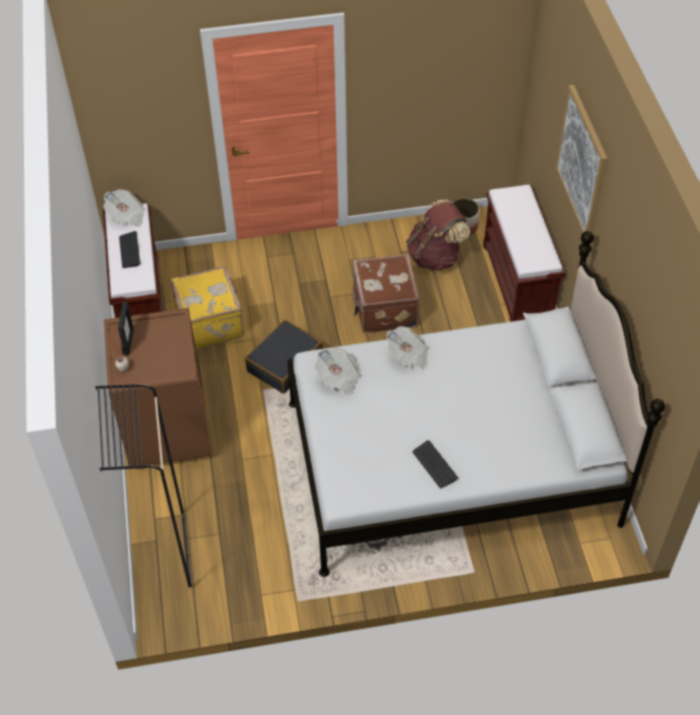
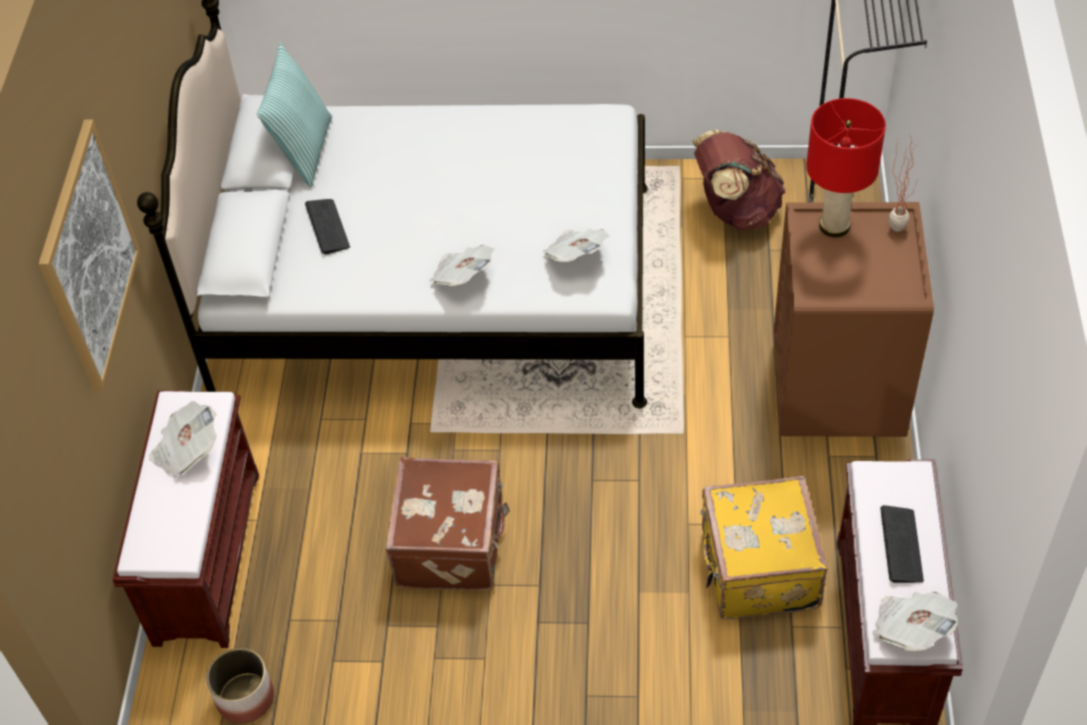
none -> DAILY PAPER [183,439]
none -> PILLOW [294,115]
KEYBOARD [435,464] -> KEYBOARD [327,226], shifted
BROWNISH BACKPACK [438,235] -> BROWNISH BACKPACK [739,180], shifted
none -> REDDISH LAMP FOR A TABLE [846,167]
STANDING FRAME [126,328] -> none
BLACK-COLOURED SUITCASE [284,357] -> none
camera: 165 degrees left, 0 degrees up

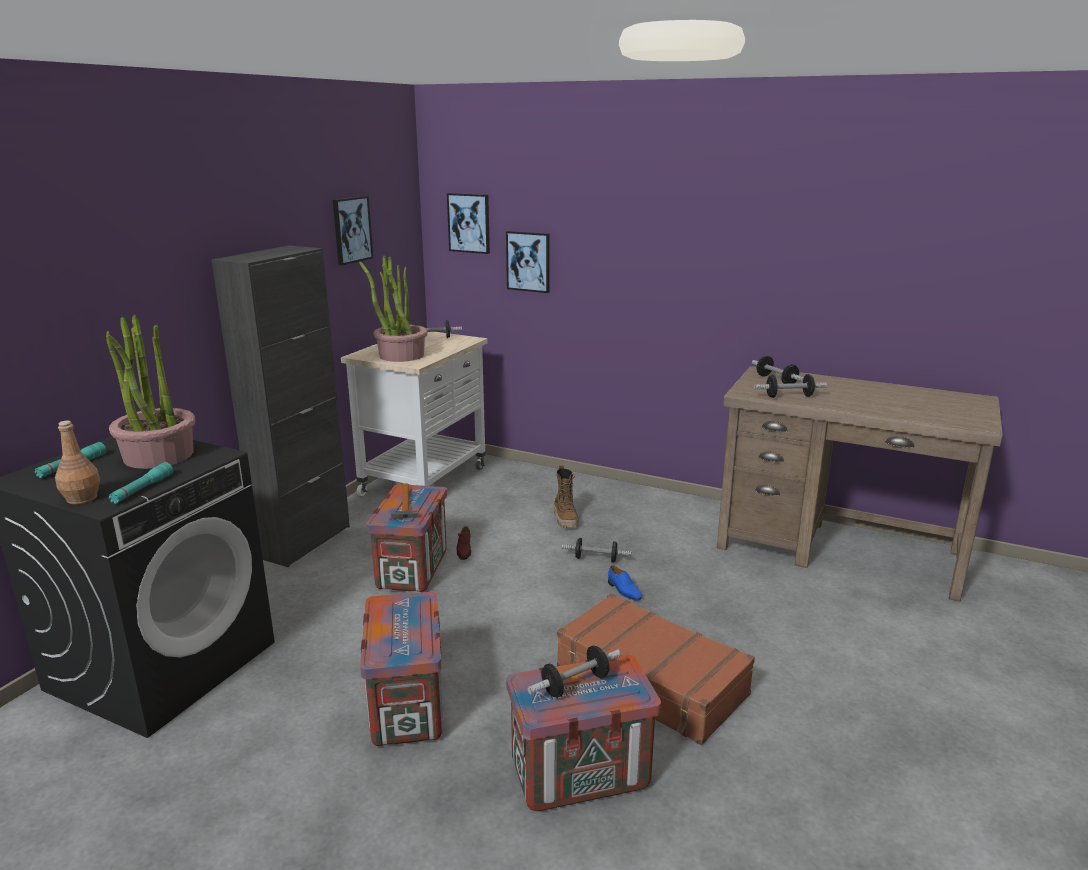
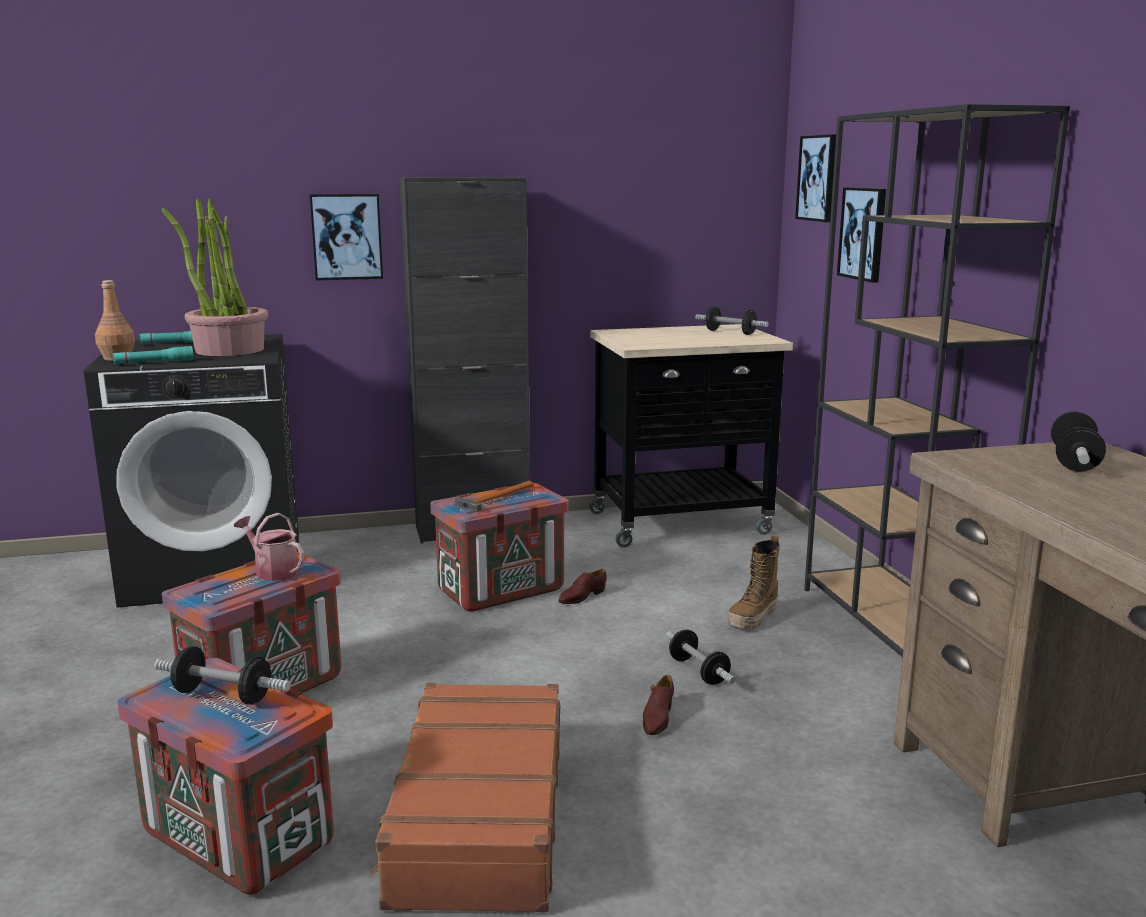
none -> WATERING POT [269,547]
WALL PICTURE [353,230] -> WALL PICTURE [346,237], shifted
WHITE CART [414,414] -> BLACK-COLOURED CART [691,436]
BLUE-COLOURED ITEM OF FOOTWEAR [625,583] -> BROWNISH ITEM OF FOOTWEAR [658,705]
none -> BOOKSHELF [937,381]
HOUSEPLANT [393,309] -> none
HAND WEIGHT [790,386] -> none
camera: 50 degrees right, 5 degrees down

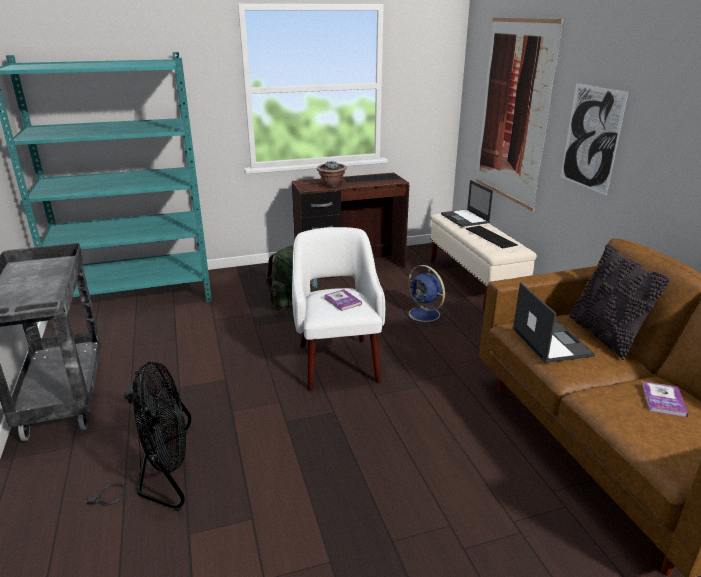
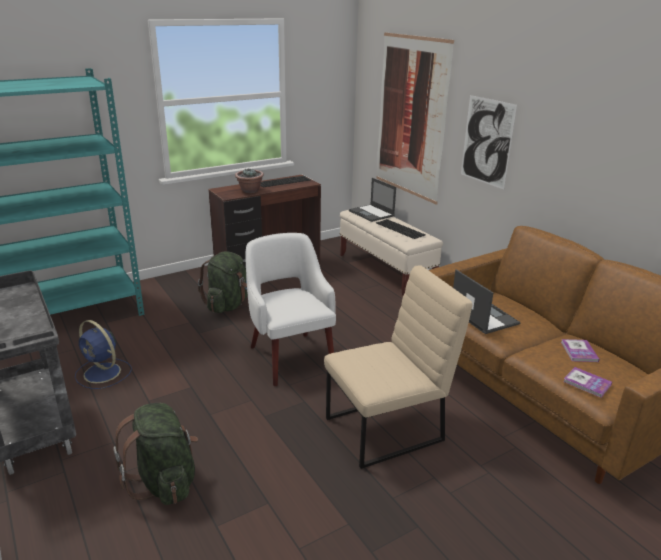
BLUE-COLOURED ELECTRIC FAN [425,295] -> BLUE-COLOURED ELECTRIC FAN [103,354], shifted
BLACK-COLOURED ELECTRIC FAN [138,436] -> GREEN BACKPACK [155,454]
none -> SAND-COLOURED UPRIGHT CHAIR [398,367]
BOUND BOOK [343,300] -> BOUND BOOK [587,382], shifted
BLACK-COLOURED PILLOW [620,302] -> none
camera: 15 degrees left, 0 degrees up

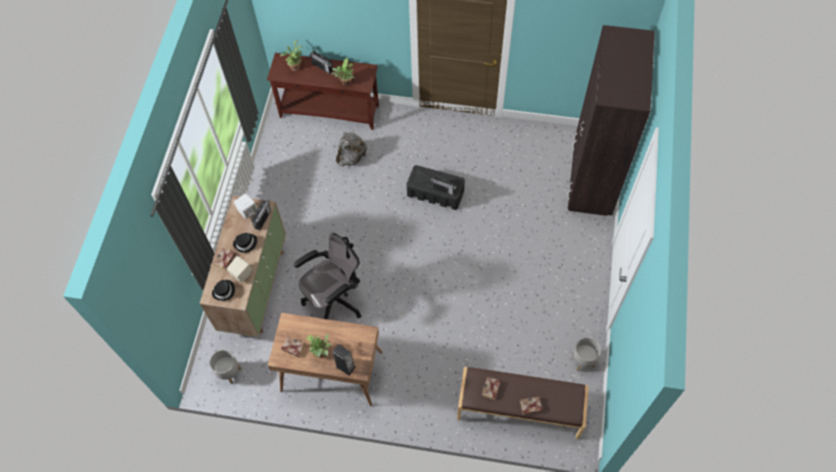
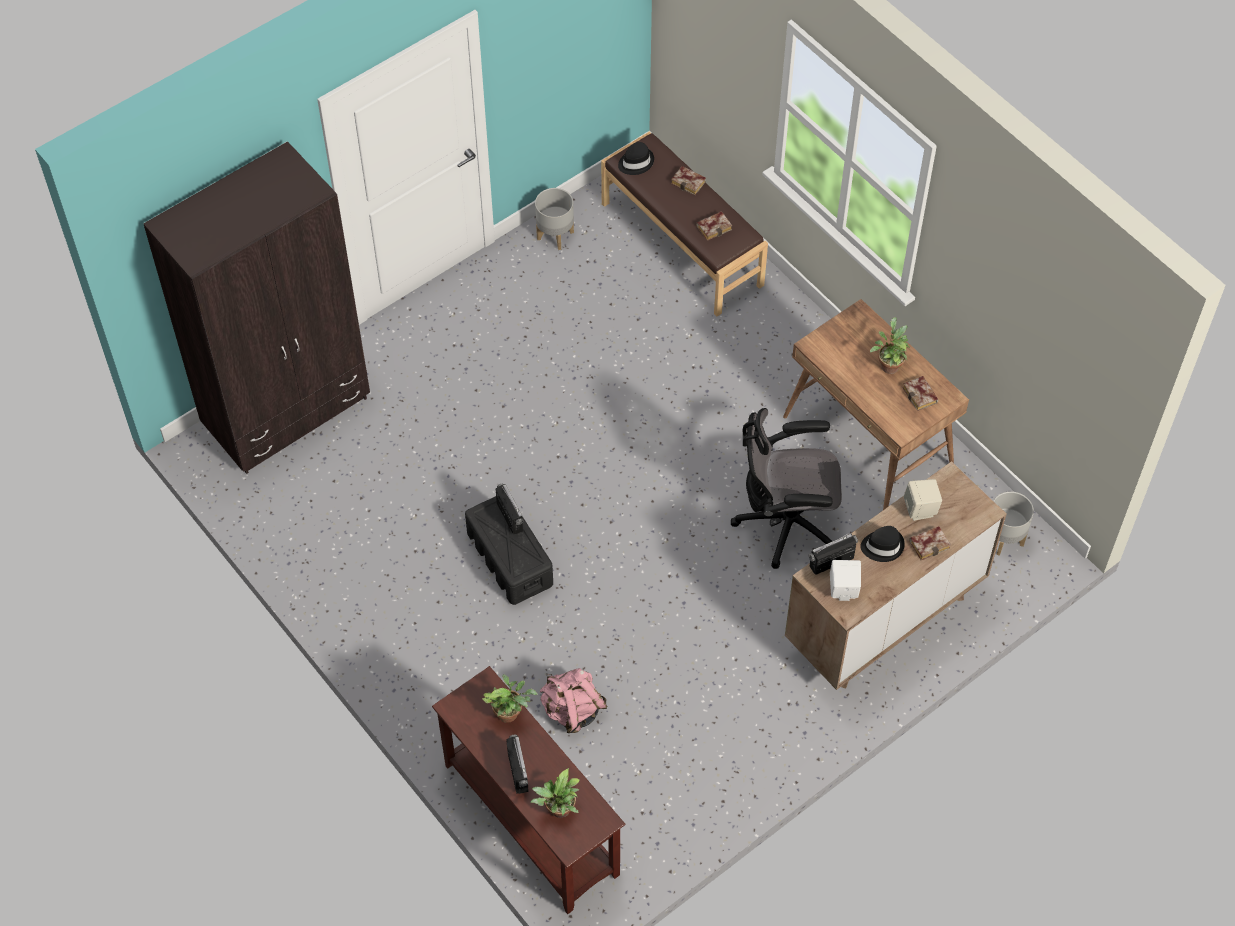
GRAY BACKPACK [351,149] -> PINK-COLOURED BACKPACK [574,700]
BLACK-COLOURED WEARABLE HAT [223,290] -> BLACK-COLOURED WEARABLE HAT [636,158], shifted
AUDIO SPEAKER [344,359] -> none
camera: 140 degrees left, 5 degrees down

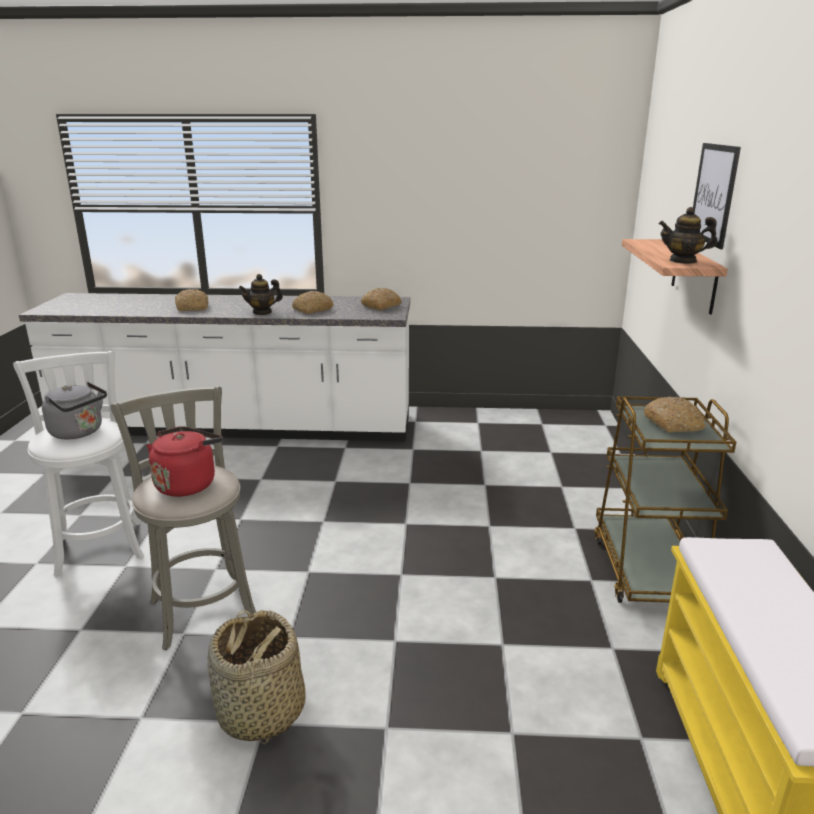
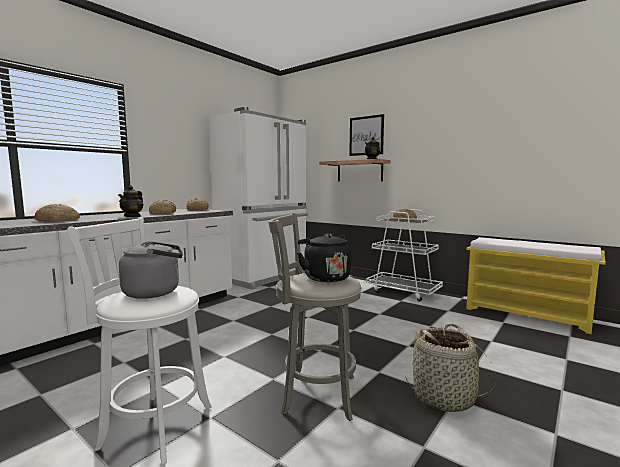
none -> WHITE FRIDGE [258,198]
REDDISH WATER KETTLE [185,461] -> BLACK-COLOURED WATER KETTLE [324,258]
BROWNISH CART [665,499] -> WHITE CART [404,255]
camera: 55 degrees left, 15 degrees down

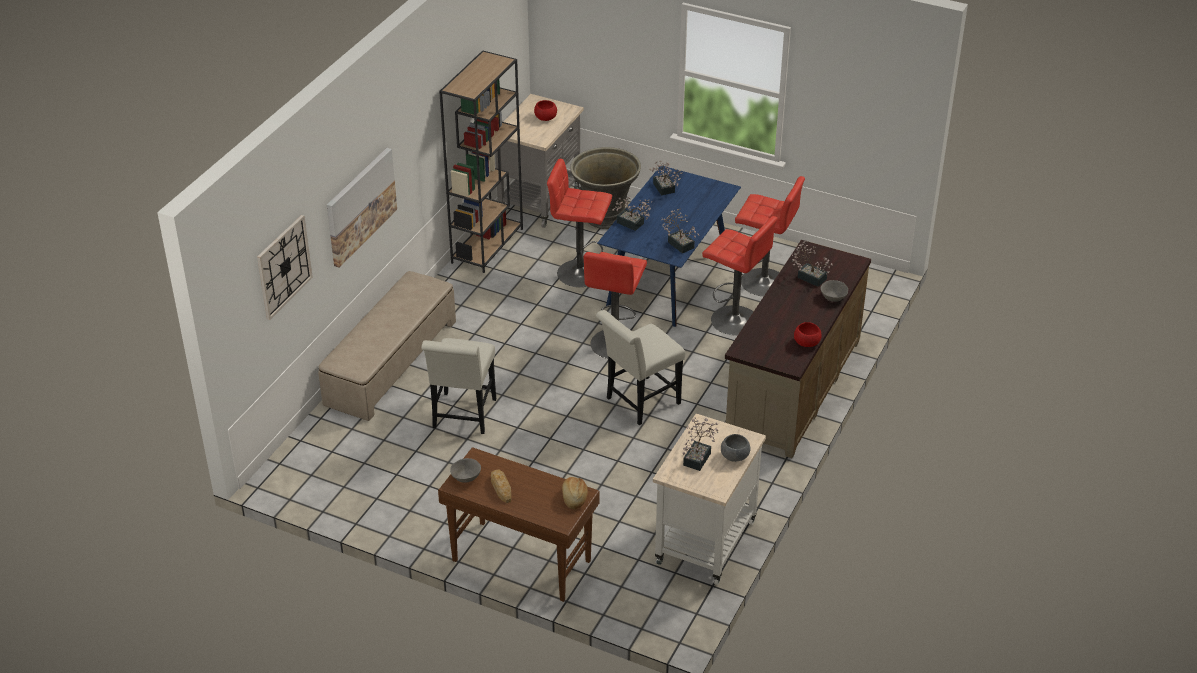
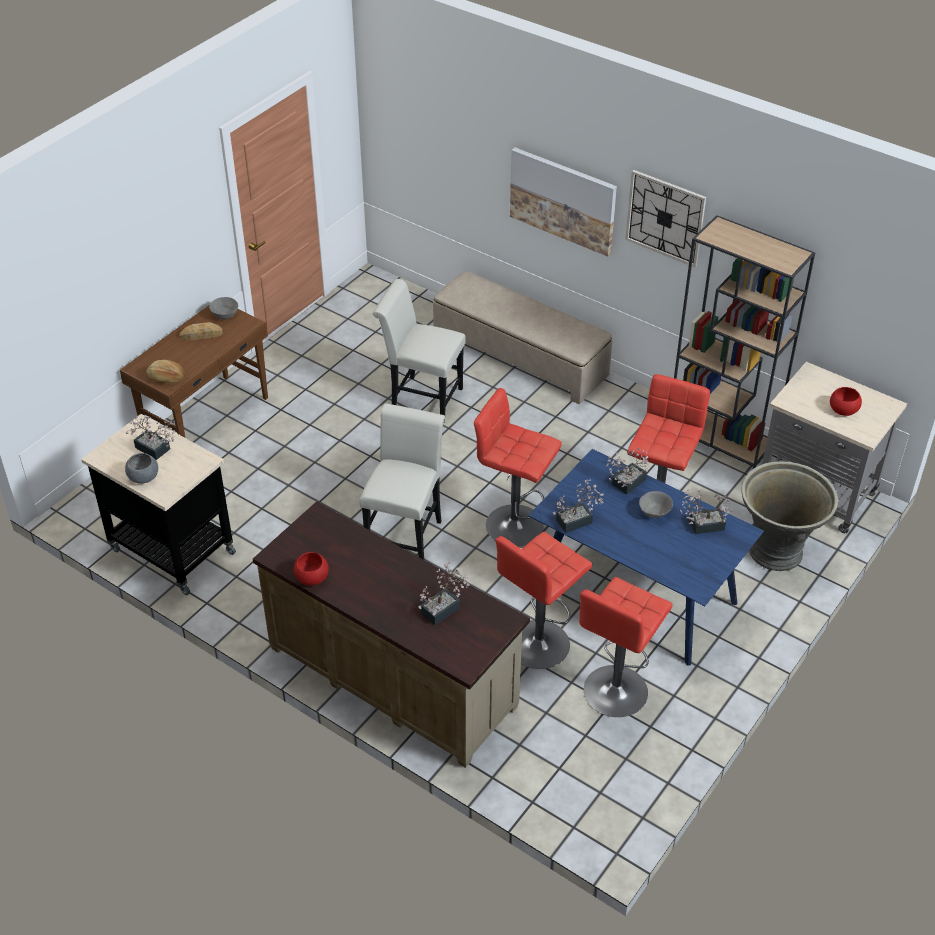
WHITE CART [709,499] -> BLACK-COLOURED CART [158,504]
WHITE UPRIGHT CHAIR [641,367] -> WHITE UPRIGHT CHAIR [402,481], 45 degrees clockwise
CLOCK ON THE WALL [285,267] -> CLOCK ON THE WALL [665,218], shifted
GRAY BOWL [834,291] -> GRAY BOWL [656,504], shifted
camera: 100 degrees right, 5 degrees up

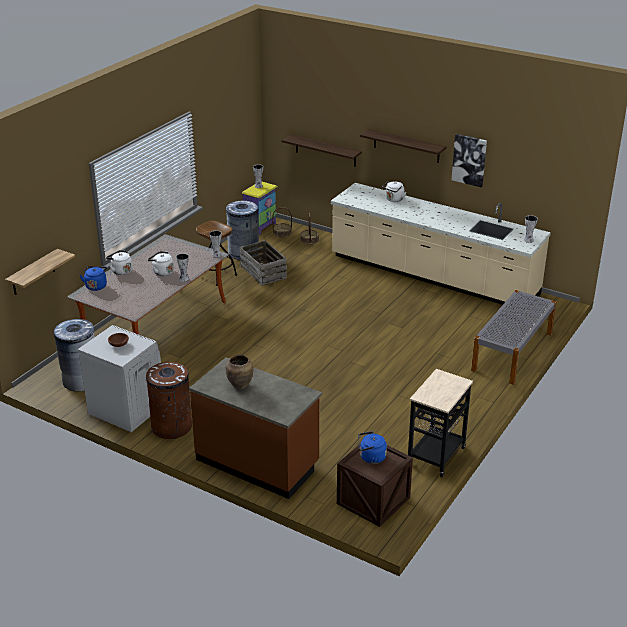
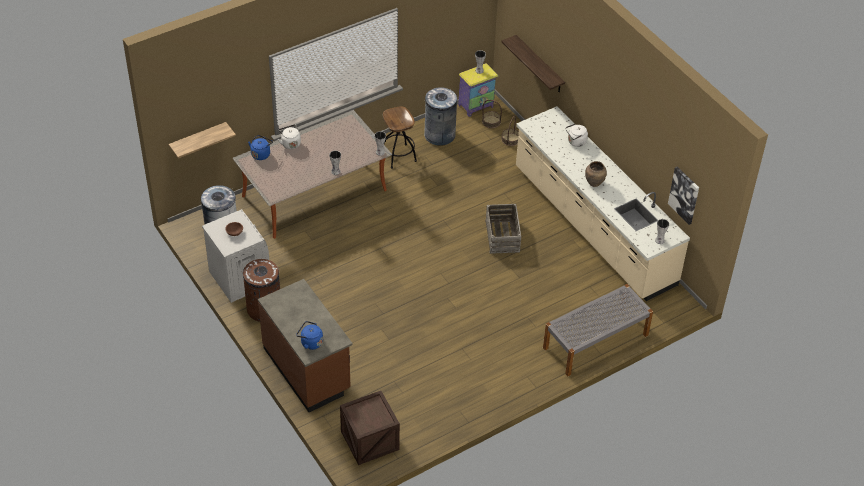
BLUE-COLOURED WATER KETTLE [372,447] -> BLUE-COLOURED WATER KETTLE [309,335], shifted
CRATE [263,263] -> CRATE [503,229], shifted
BROWNISH FLOWER VASE [239,372] -> BROWNISH FLOWER VASE [596,174], shifted
WALL PICTURE [469,160] -> WALL PICTURE [683,196], shifted
WHITE WATER KETTLE [161,263] -> none
SHELF [403,146] -> none
CART [440,423] -> none
camera: 25 degrees right, 15 degrees up

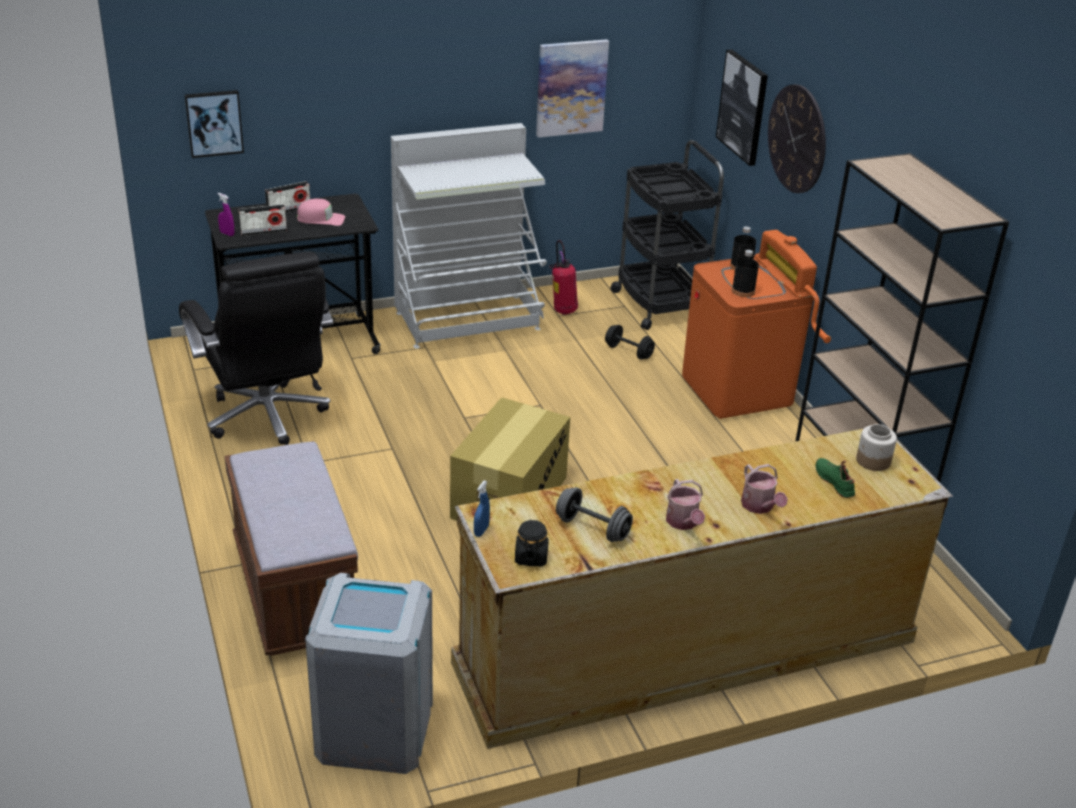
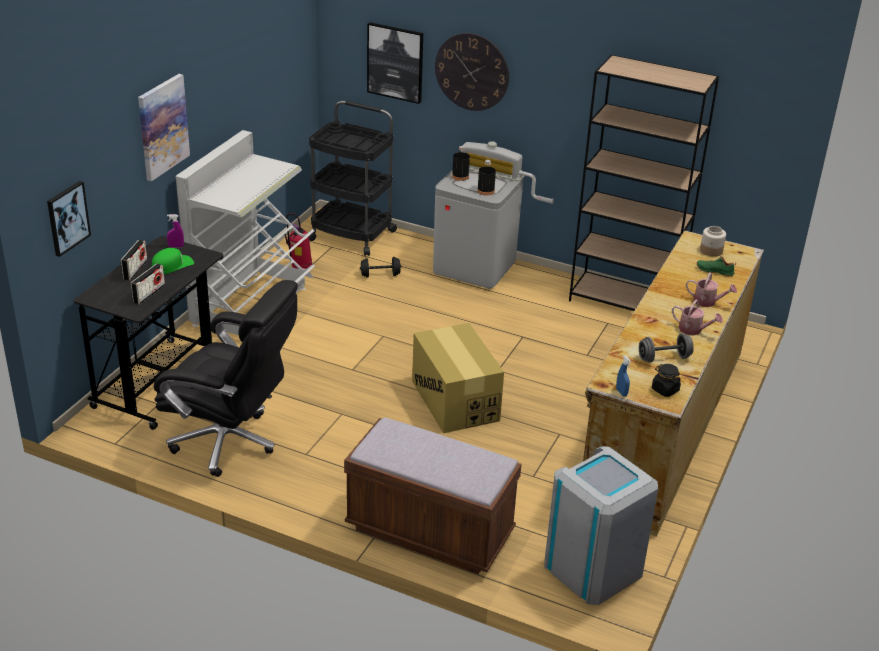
WALL PICTURE [572,88] -> WALL PICTURE [164,127], shifted
PINK-COLOURED CAP [321,212] -> GREEN CAP [173,261]
PURPLISH SPRAYER [226,214] -> PURPLISH SPRAYER [175,231], shifted
ORANGE-COLOURED LAUNDRY APPLIANCE [756,324] -> GRAY LAUNDRY APPLIANCE [493,215]
camera: 45 degrees left, 0 degrees up

